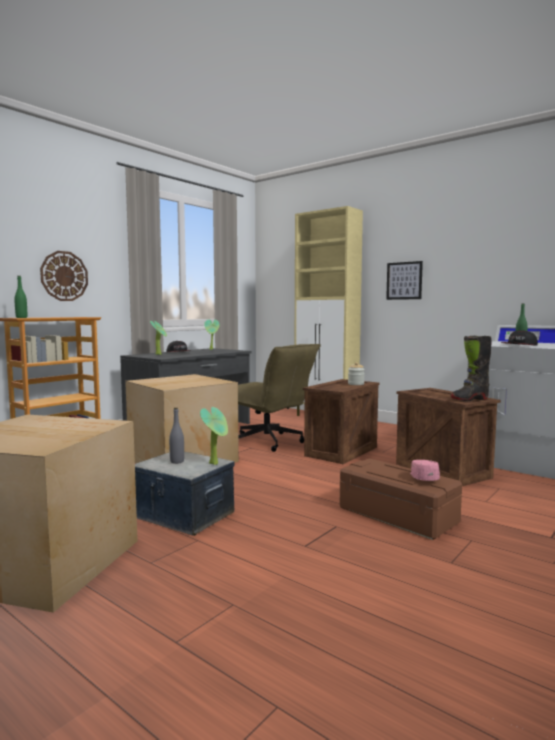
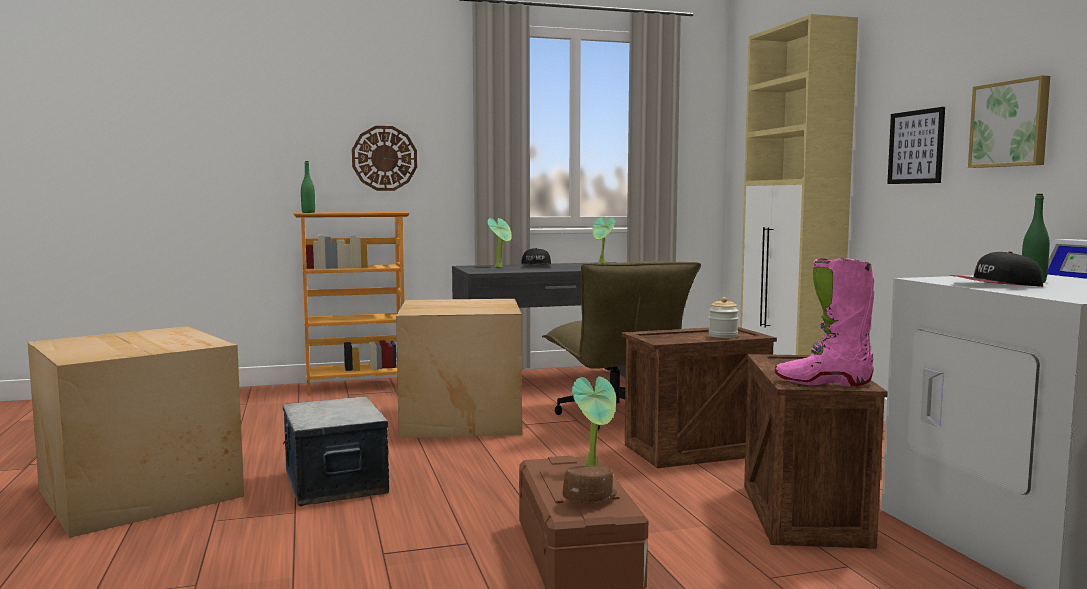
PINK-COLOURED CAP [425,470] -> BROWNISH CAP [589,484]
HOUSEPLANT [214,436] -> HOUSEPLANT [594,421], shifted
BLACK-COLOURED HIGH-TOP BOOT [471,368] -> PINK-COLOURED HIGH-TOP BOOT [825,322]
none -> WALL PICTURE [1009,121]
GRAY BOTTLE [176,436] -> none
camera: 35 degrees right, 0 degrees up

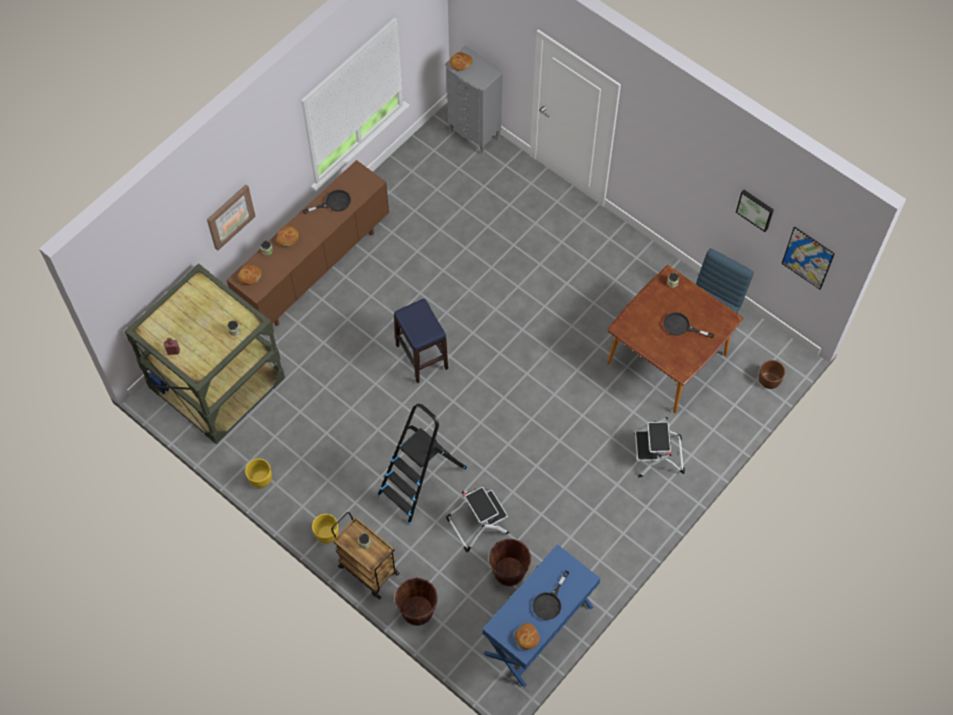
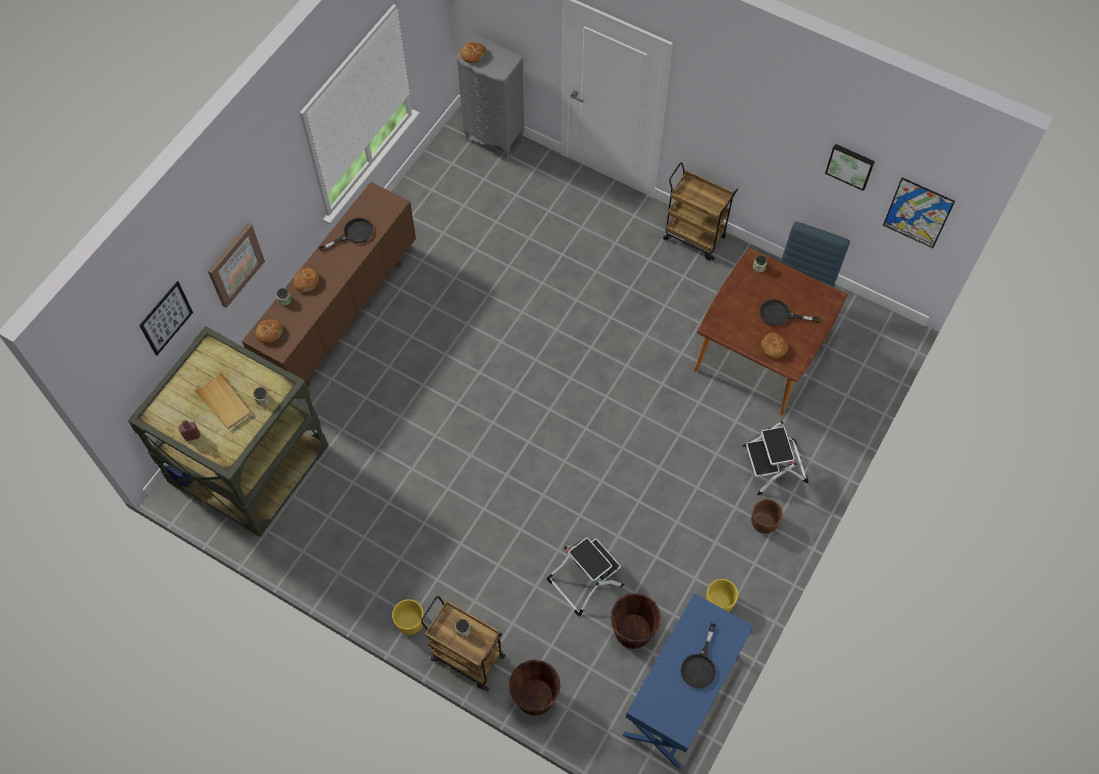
none -> WALL PICTURE [166,318]
none -> SAND-COLOURED TRAY [222,400]
none -> BROWNISH CART [700,212]
YELLOWISH PLANT POT [258,473] -> YELLOWISH PLANT POT [722,595], shifted
BROWNISH PLANT POT [772,374] -> BROWNISH PLANT POT [767,516], shifted
BREAD [527,636] -> BREAD [774,346], shifted
BLACK-COLOURED STEP LADDER [422,464] -> none
SITTING STOOL [421,341] -> none
camera: 10 degrees left, 0 degrees up

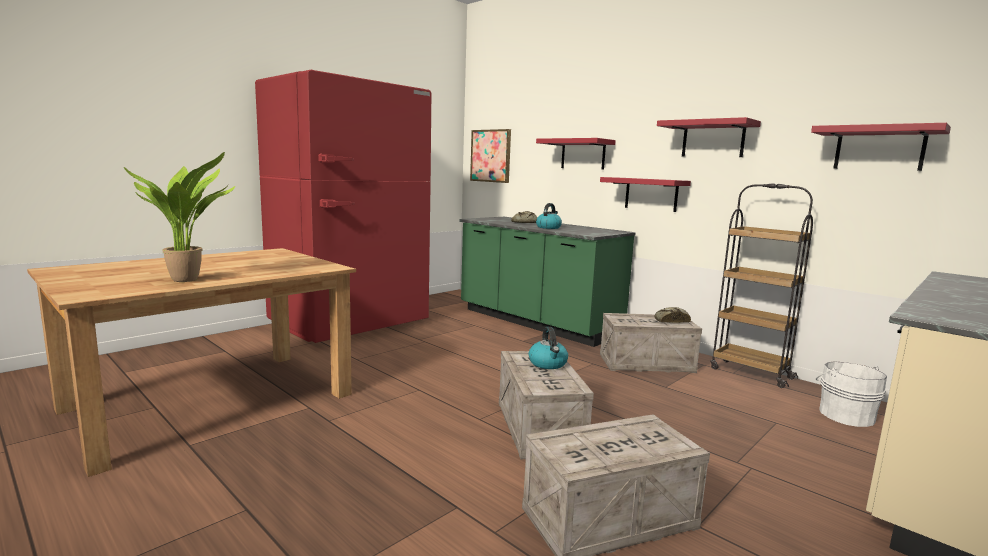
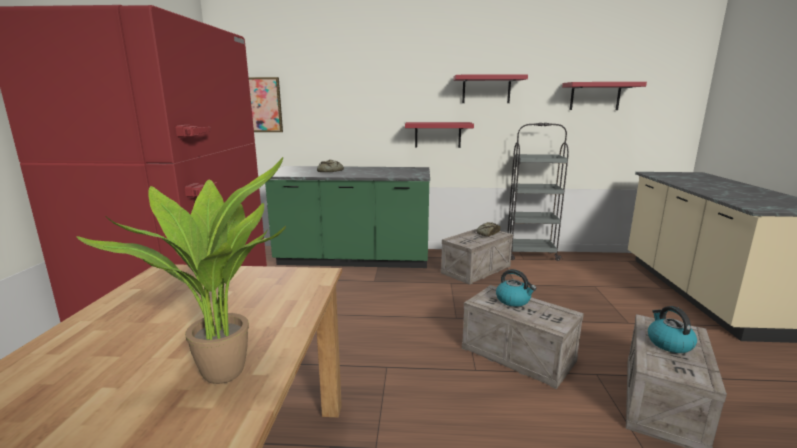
BROWNISH CART [761,285] -> GRAY CART [538,192]
WATER KETTLE [549,216] -> WATER KETTLE [672,329], shifted
REDDISH SHELF [576,154] -> none
WHITE PAIL [851,394] -> none
camera: 40 degrees left, 5 degrees up

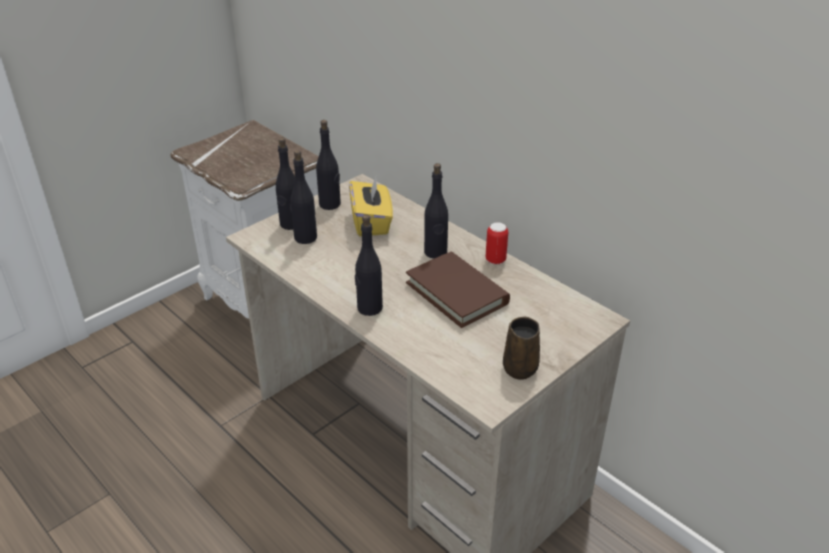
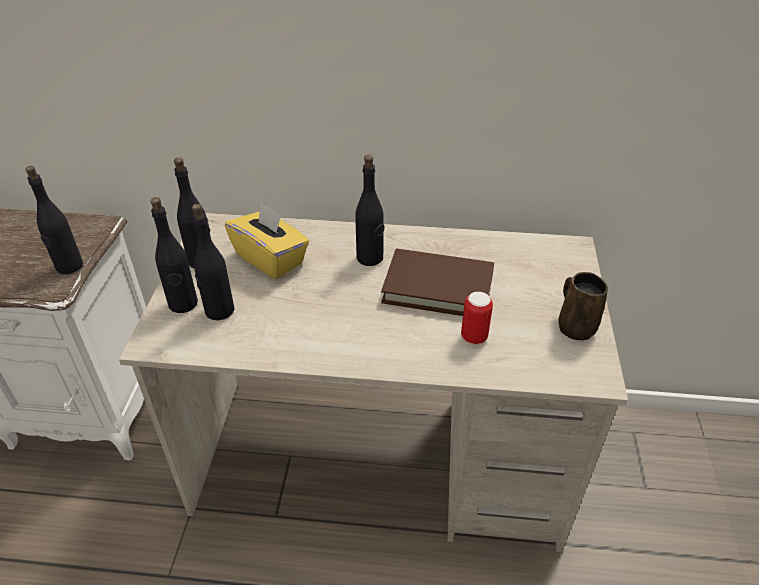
BLACK-COLOURED BOTTLE [369,265] -> BLACK-COLOURED BOTTLE [54,220], shifted
SEALED CAN [496,243] -> SEALED CAN [477,318], shifted
camera: 40 degrees left, 5 degrees up

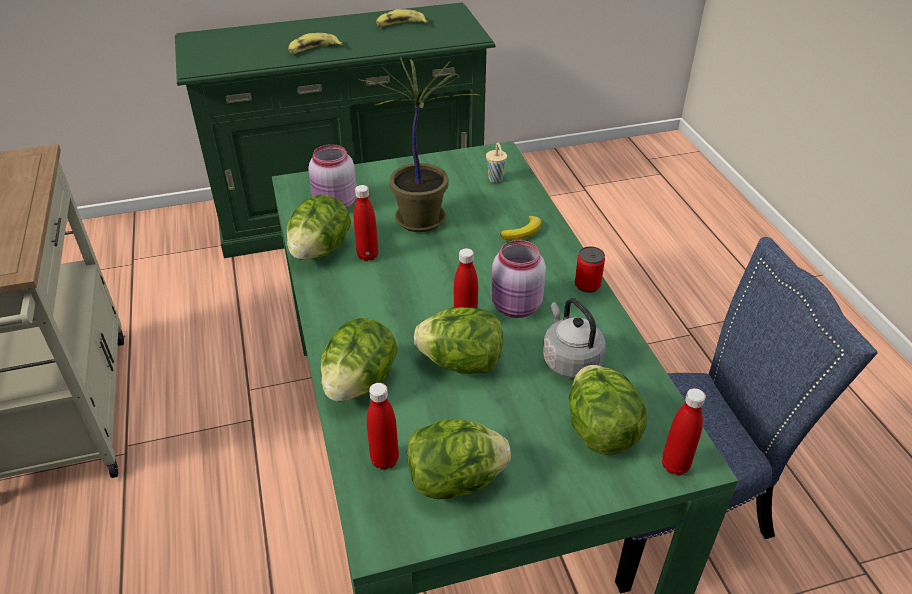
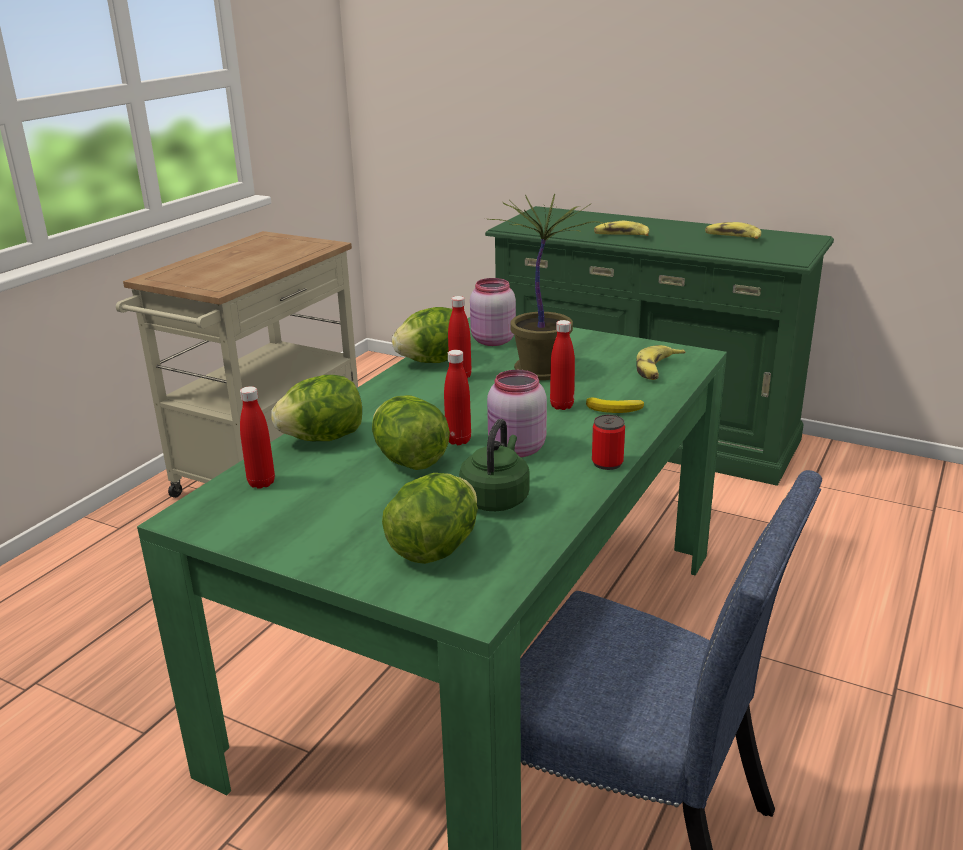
GRAY WATER KETTLE [574,338] -> GREEN WATER KETTLE [494,465]
REDDISH BOTTLE [684,432] -> REDDISH BOTTLE [562,365], shifted
SAND-COLOURED DRINKING CUP [496,163] -> WHOLE BANANA [660,362]
HEAD OF LETTUCE [459,459] -> none
camera: 45 degrees right, 15 degrees down

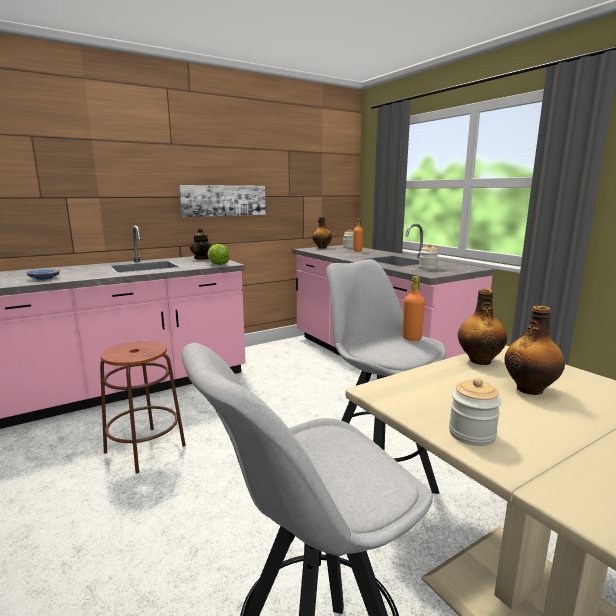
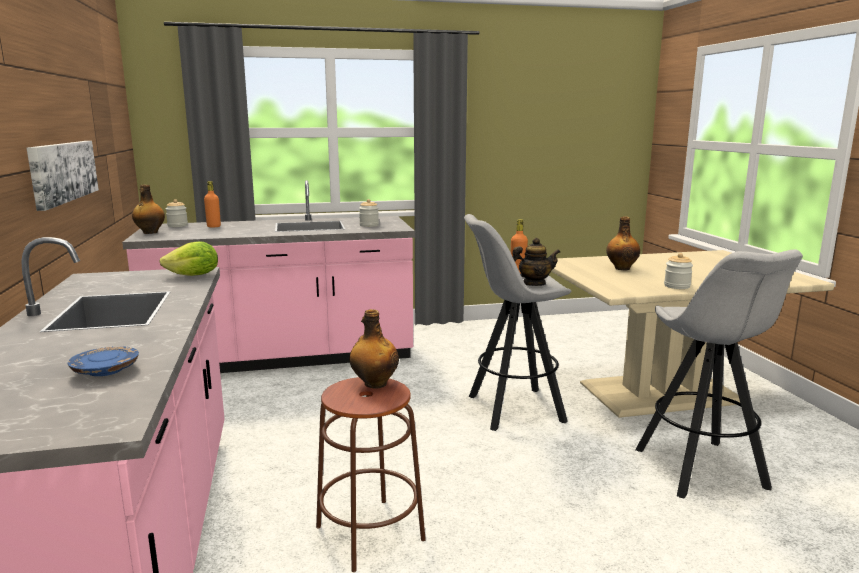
BOTTLE [482,327] -> BOTTLE [374,349], shifted
TEAPOT [201,244] -> TEAPOT [536,262], shifted
camera: 70 degrees left, 0 degrees up

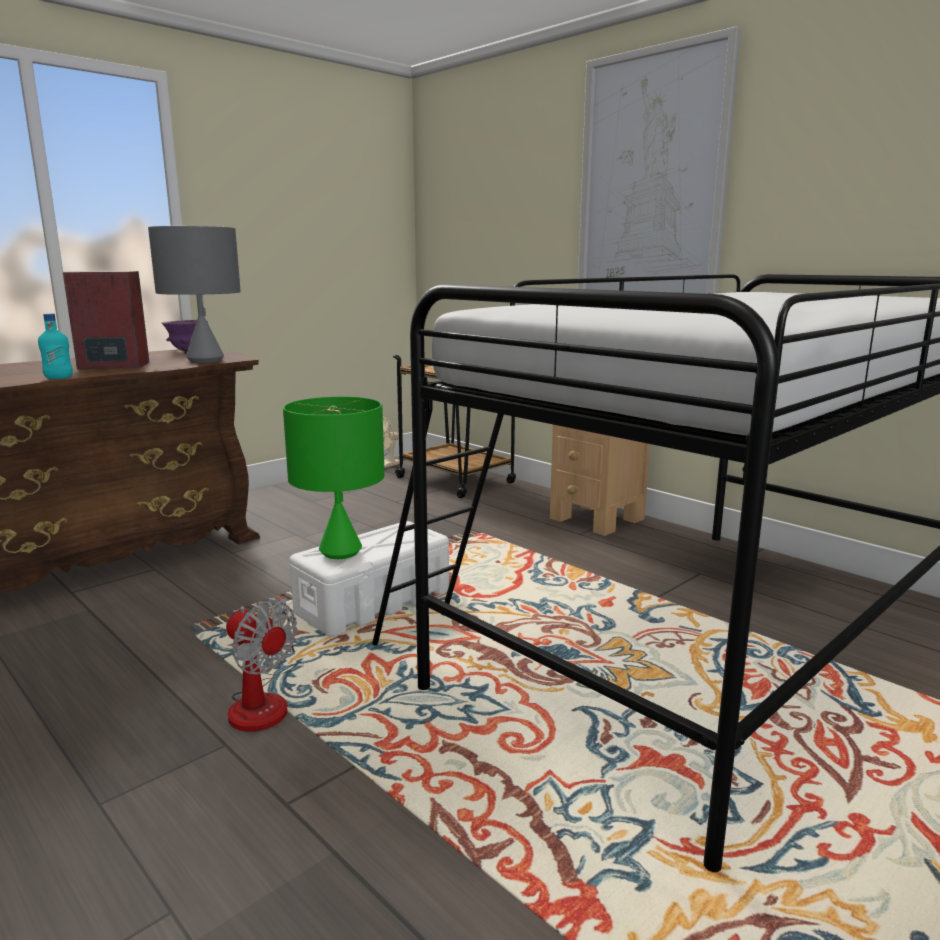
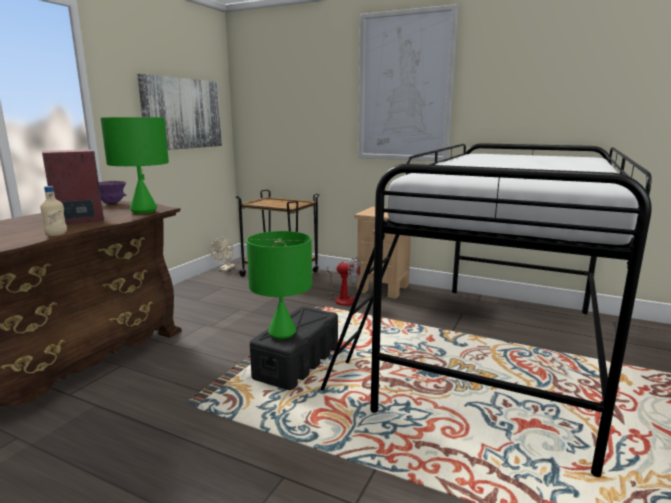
TURQUOISE-COLOURED BOTTLE [55,346] -> SAND-COLOURED BOTTLE [53,211]
GRAY LAMP FOR A TABLE [194,294] -> GREEN LAMP FOR A TABLE [134,165]
none -> WALL PICTURE [179,112]
WHITE STORAGE CONTAINER [369,578] -> BLACK-COLOURED STORAGE CONTAINER [294,348]
ELECTRIC FAN [262,665] -> ELECTRIC FAN [343,281], shifted
camera: 20 degrees left, 0 degrees up

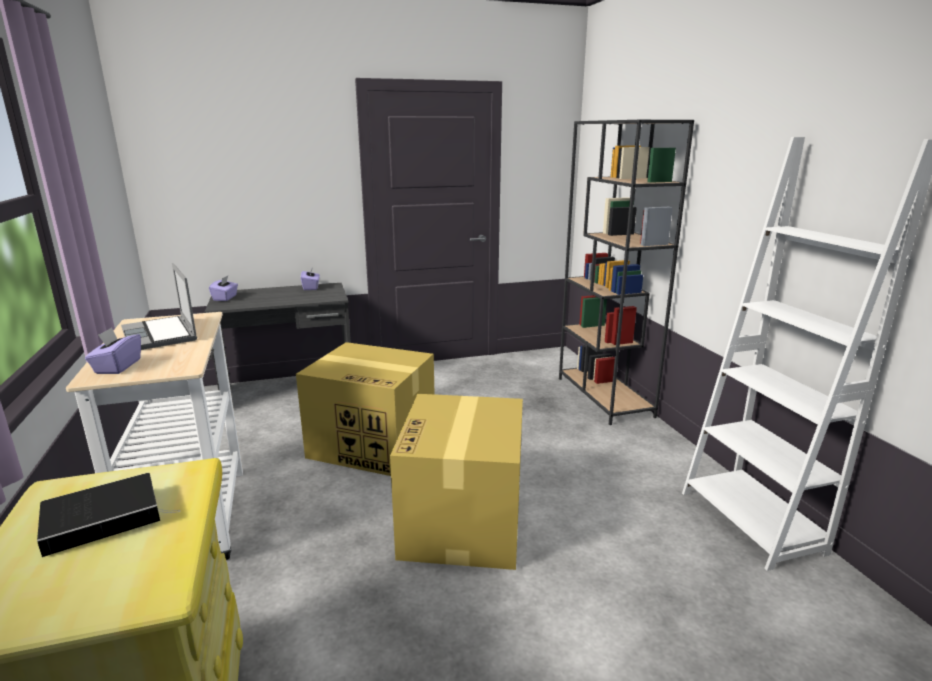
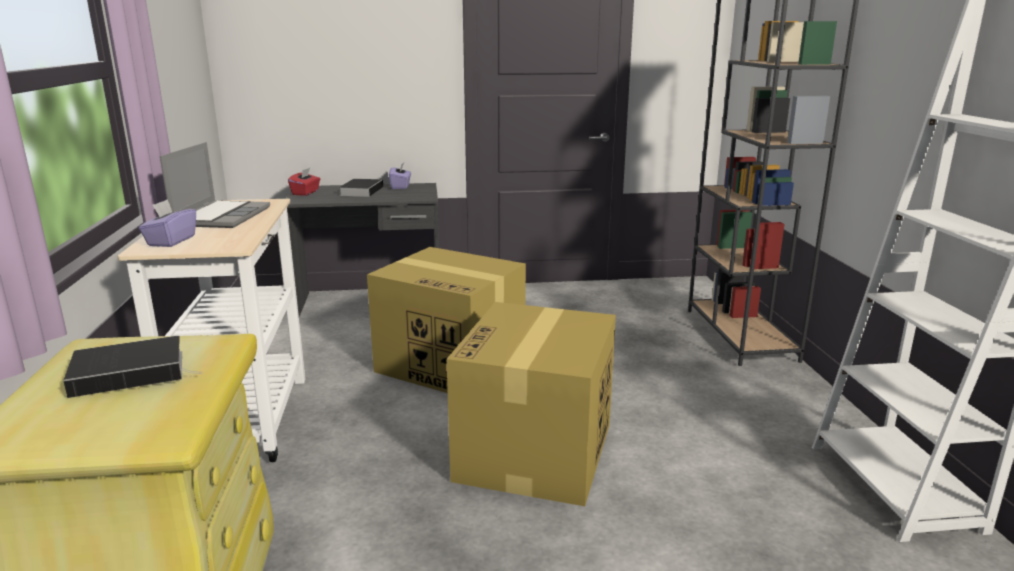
NOTEBOOK COMPUTER [159,306] -> NOTEBOOK COMPUTER [215,185], 150 degrees counterclockwise
PURPLISH BOX OF TISSUES [223,288] -> REDDISH BOX OF TISSUES [304,182]
none -> BOUND BOOK [361,188]
camera: 10 degrees right, 0 degrees up

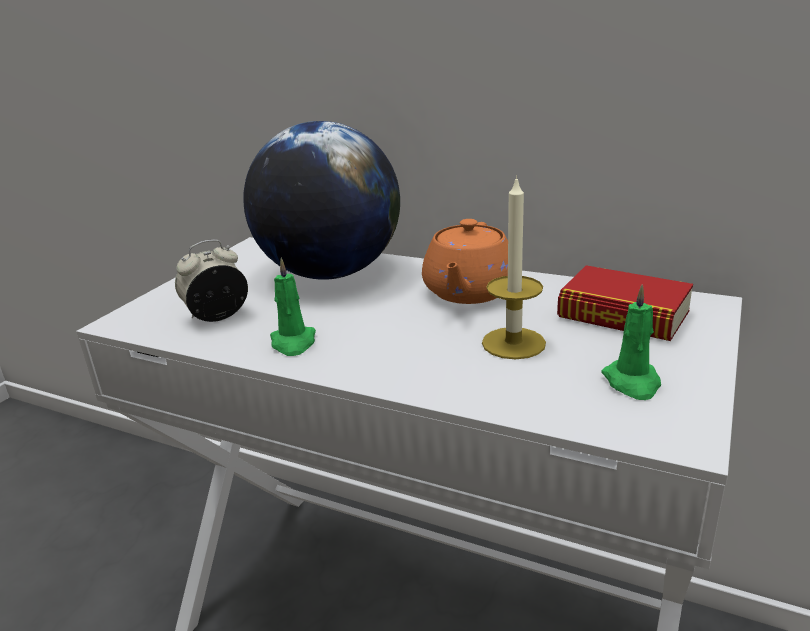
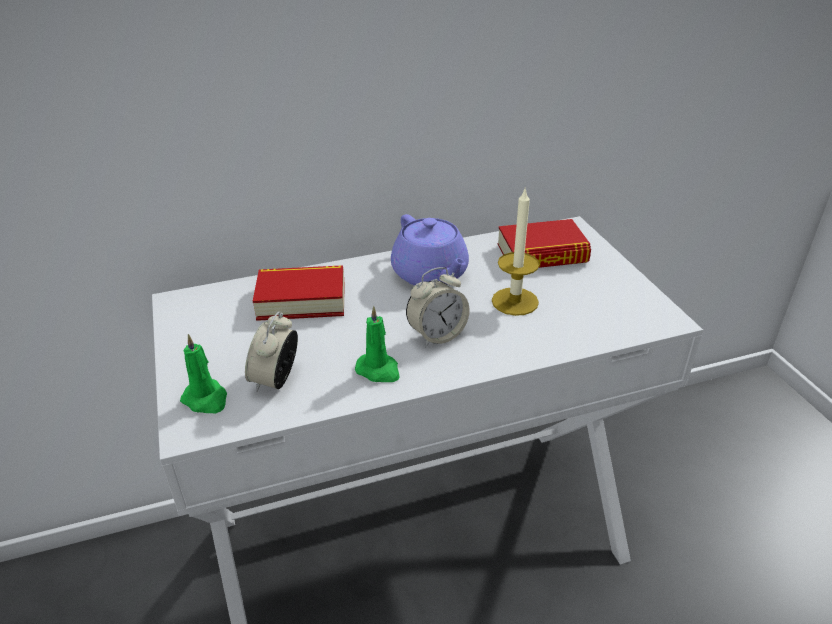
GREEN WAX CANDLE [631,342] -> GREEN WAX CANDLE [203,373], shifted
WORLD GLOBE [321,200] -> BOUND BOOK [299,293]
ORANGE-COLOURED TEAPOT [465,261] -> PURPLISH TEAPOT [430,250]
none -> ALARM CLOCK [438,307]
camera: 45 degrees left, 10 degrees up

